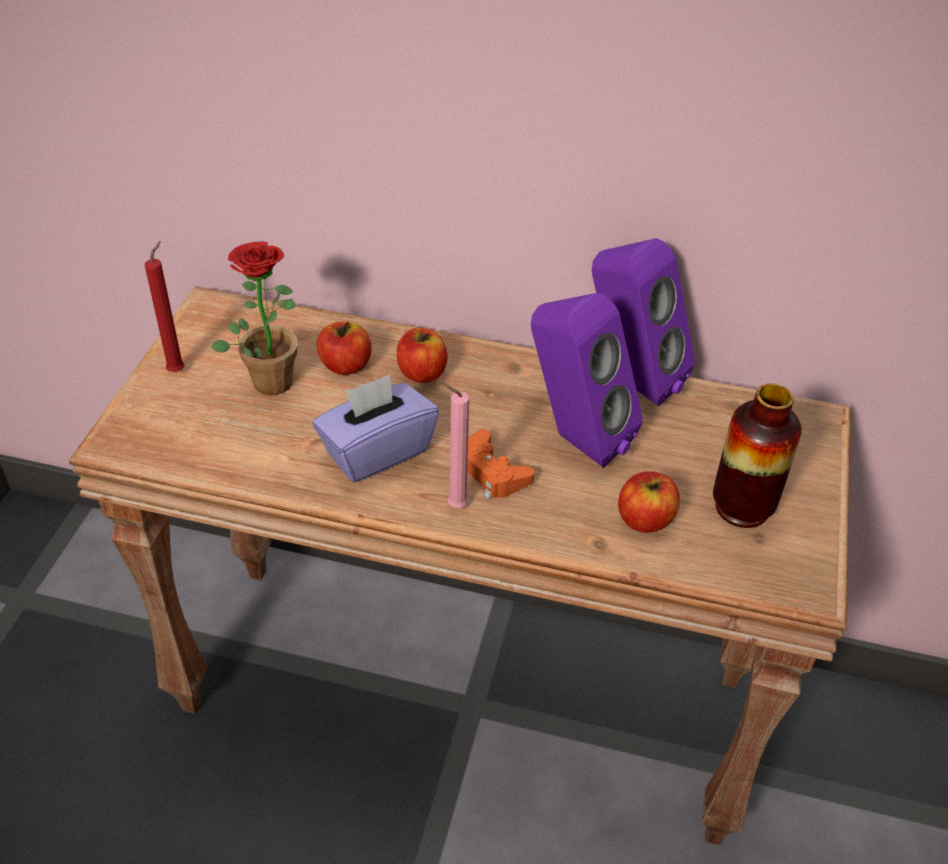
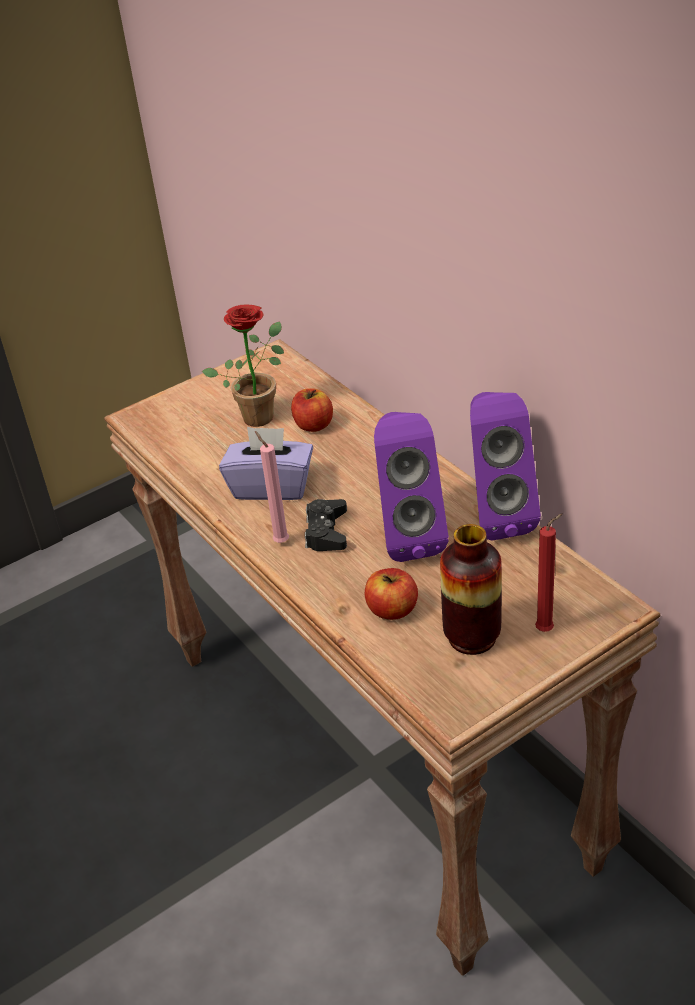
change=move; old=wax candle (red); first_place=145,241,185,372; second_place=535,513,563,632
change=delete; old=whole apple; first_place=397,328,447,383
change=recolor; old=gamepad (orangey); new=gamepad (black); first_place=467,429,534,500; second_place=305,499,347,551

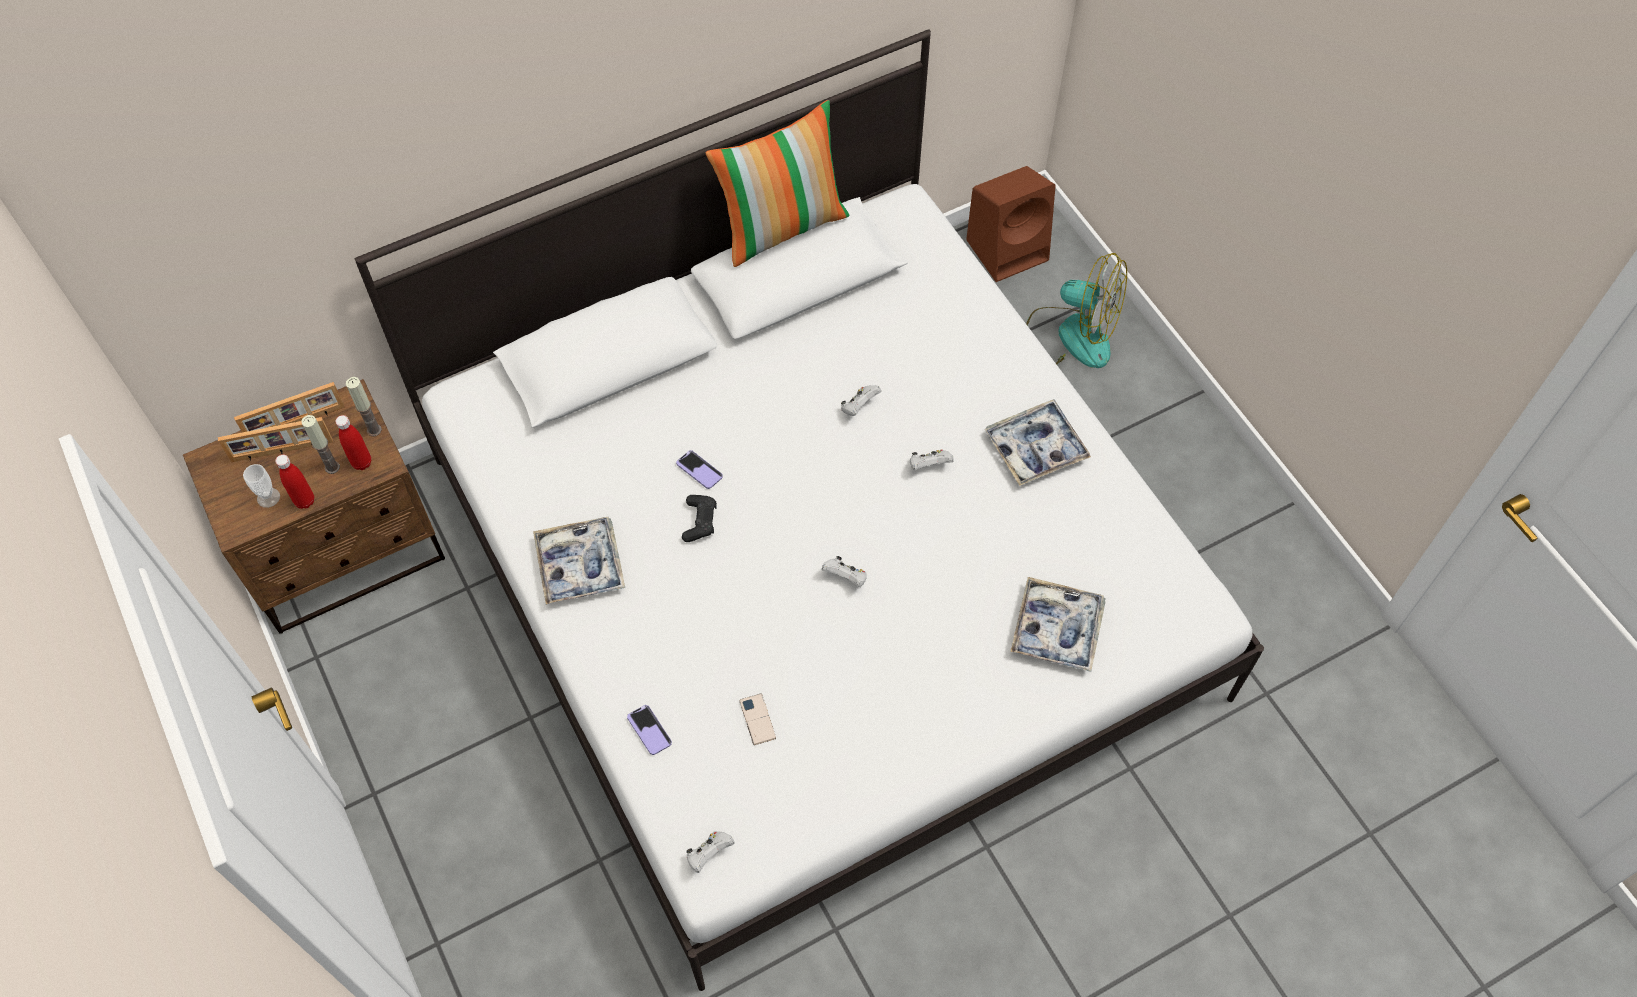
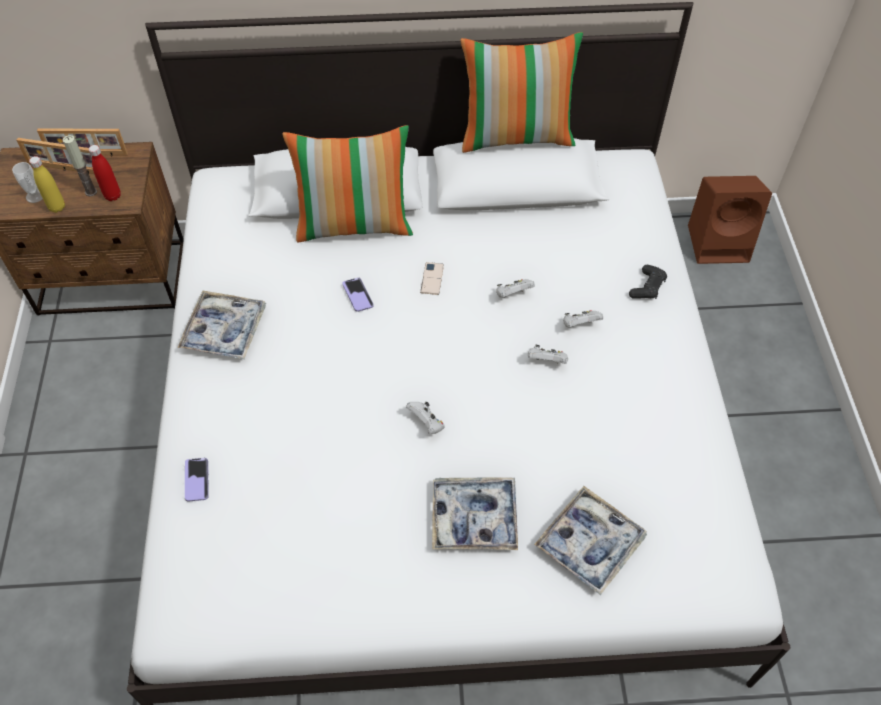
change=recolor; old=drink bottle (red); new=drink bottle (yellowish); first_place=275,455,314,509; second_place=29,156,65,213
change=delete; old=wax candle; first_place=346,377,382,436
change=move; old=gamepad (black); first_place=682,495,717,542; second_place=629,265,667,299
change=move; old=gamepad (white-coloured); first_place=686,831,735,873; second_place=563,310,603,327
change=move; old=handset; first_place=740,693,776,745; second_place=420,262,444,295
change=move; old=tray; first_place=985,399,1091,486; second_place=432,477,518,550
change=delete; old=cooling fan; first_place=1026,253,1127,368
change=insert; new=cushion; second_place=282,125,413,243

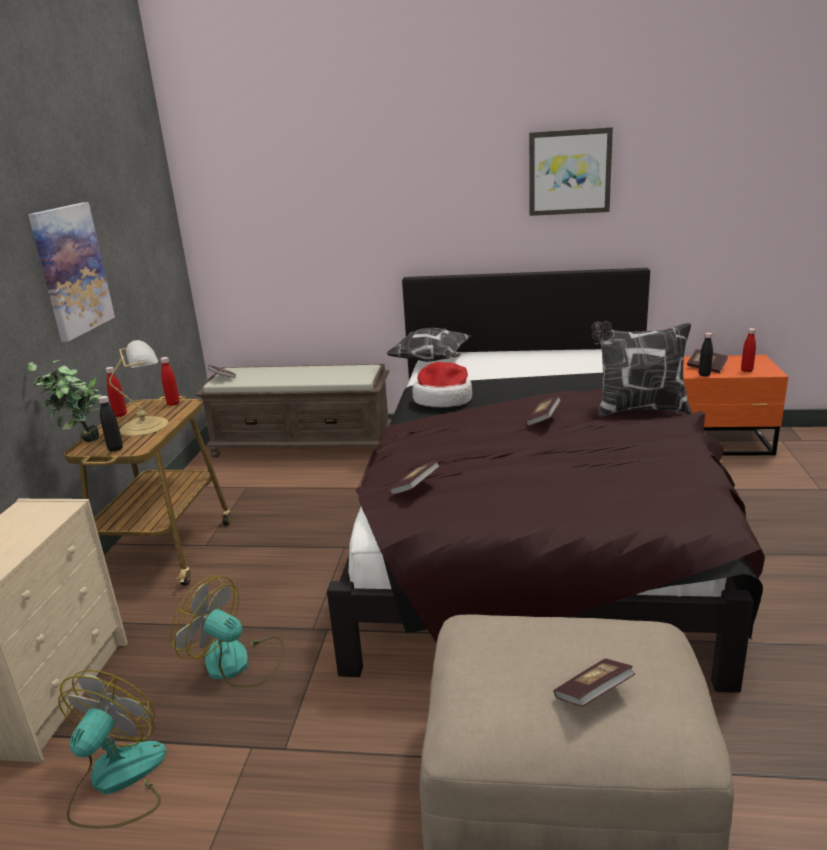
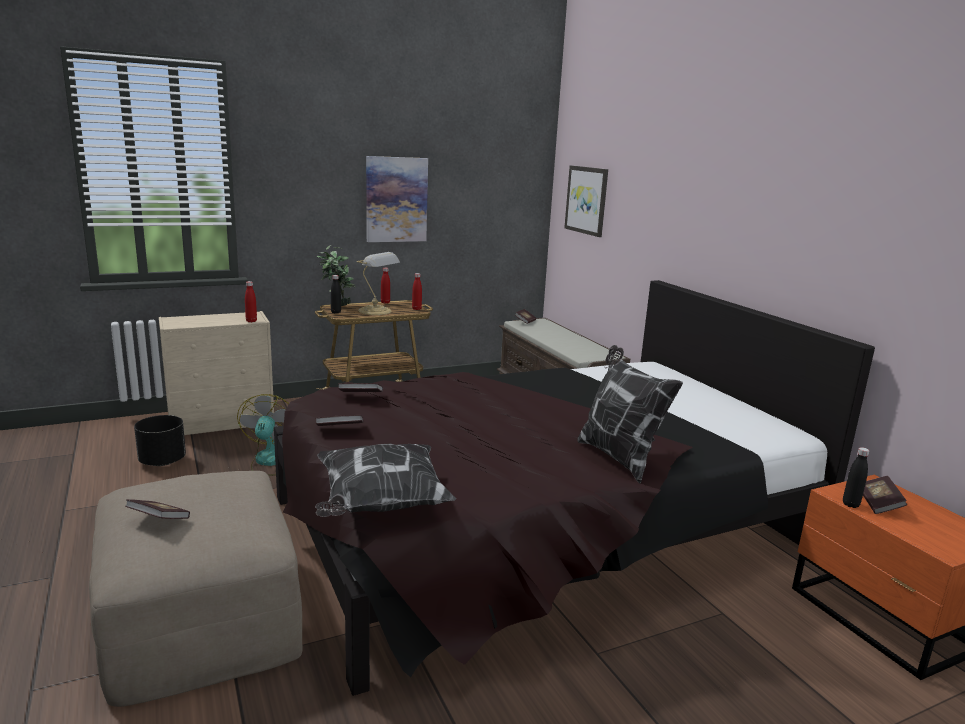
change=replace; old=cooling fan; new=planter (black); first_place=58,670,167,829; second_place=134,415,186,466
change=move; old=cushion; first_place=386,328,471,362; second_place=315,443,456,517
change=delete; old=hat; first_place=412,362,472,407
change=move; old=book; first_place=526,396,561,426; second_place=315,415,364,426
change=move; old=wall picture; first_place=529,127,613,216; second_place=564,165,608,237
change=move; old=drink bottle (red); first_place=741,328,756,372; second_place=245,281,257,322

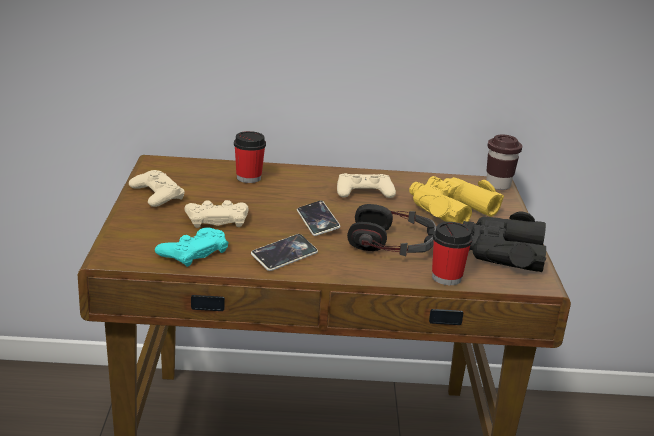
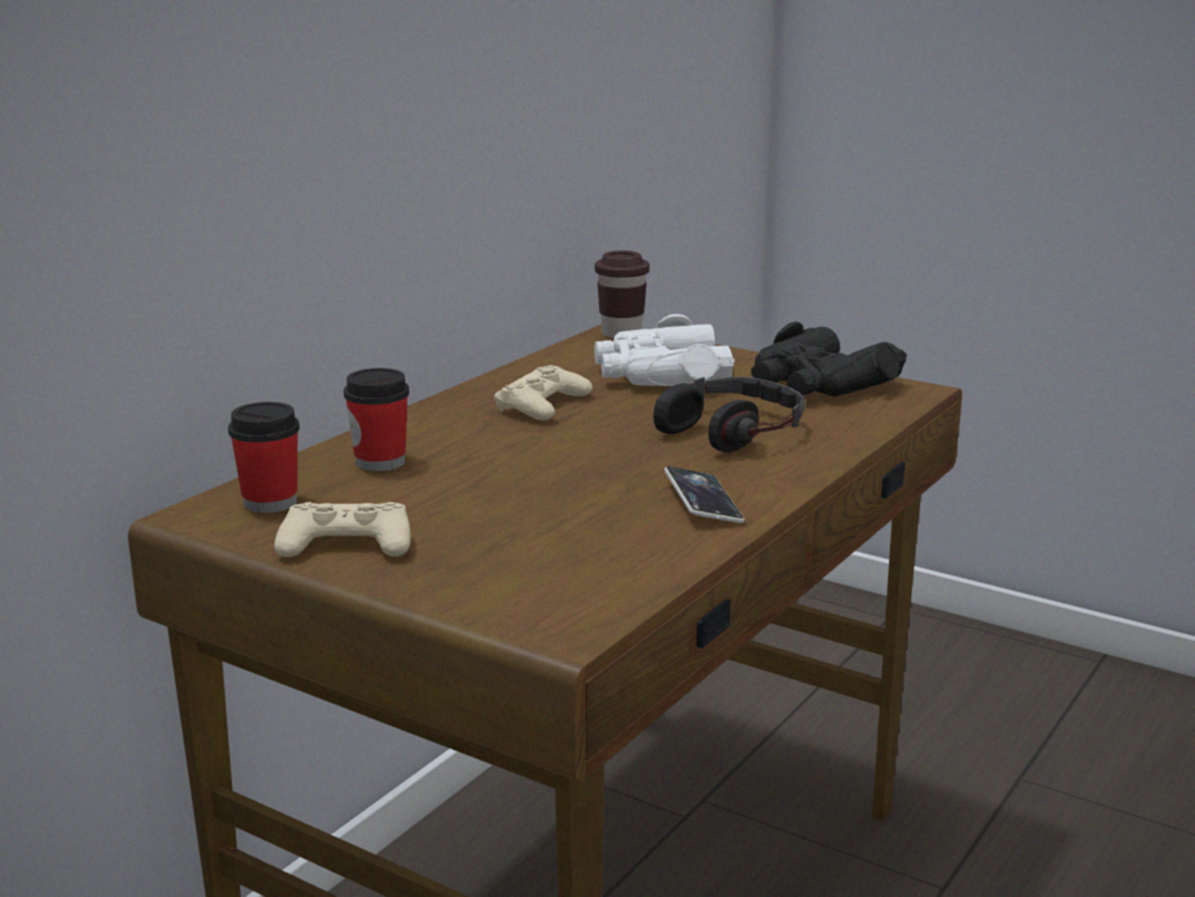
change=delete; old=gamepad (turquoise-coloured); first_place=155,228,229,267
change=delete; old=gamepad (beige); first_place=184,200,249,228
change=delete; old=handset; first_place=297,201,340,236
change=recolor; old=field glasses (yellowish); new=field glasses (white-coloured); first_place=409,176,504,224; second_place=594,314,735,386
change=move; old=cup; first_place=432,222,473,285; second_place=228,402,300,513

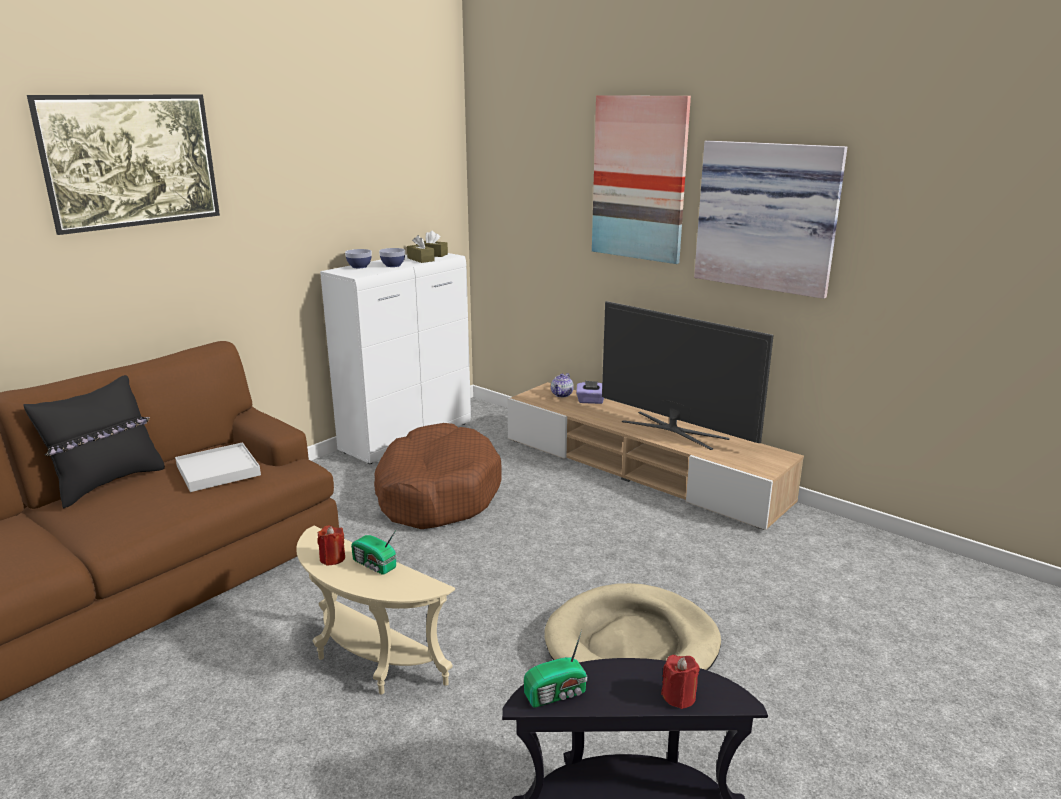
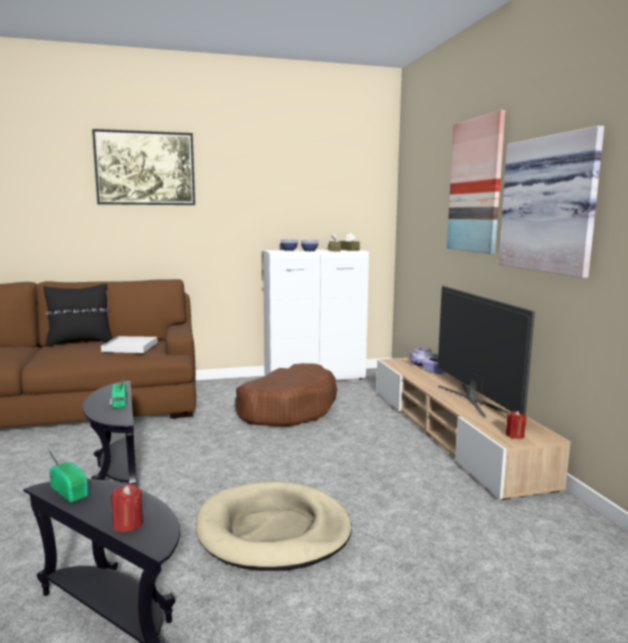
change=recolor; old=end table (beige); new=end table (black); first_place=296,526,455,695; second_place=82,381,137,488
change=move; old=wax candle (red); first_place=317,526,345,566; second_place=506,411,527,439
change=rotate; old=radio; first_place=524,630,587,708; second_place=45,444,88,502; degrees=-150

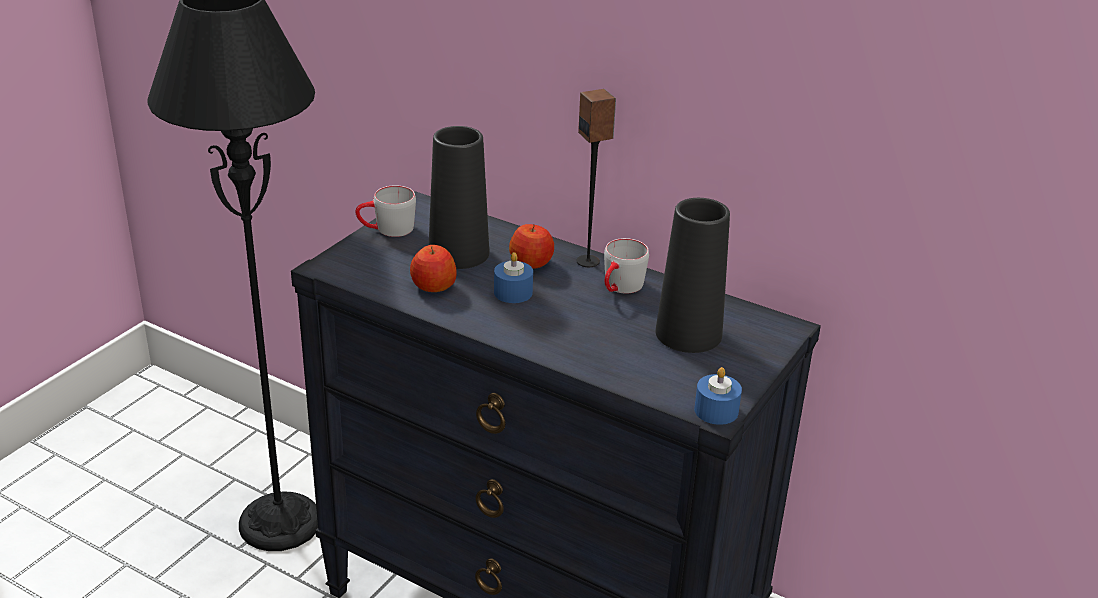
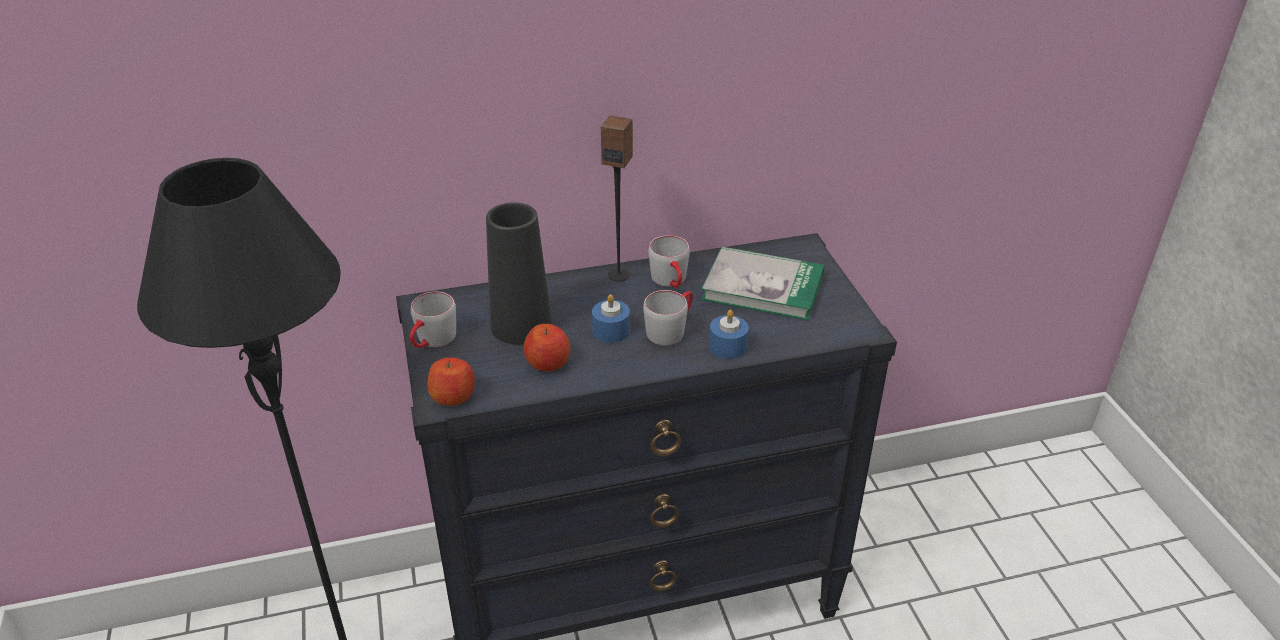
change=move; old=whole apple; first_place=509,224,554,269; second_place=427,357,475,406
change=replace; old=vase (black); new=book; first_place=655,198,730,353; second_place=701,247,824,320
change=move; old=wax candle (bluish); first_place=694,367,742,425; second_place=709,310,749,359
change=insert; new=tea mug (greyish); second_place=643,290,693,346

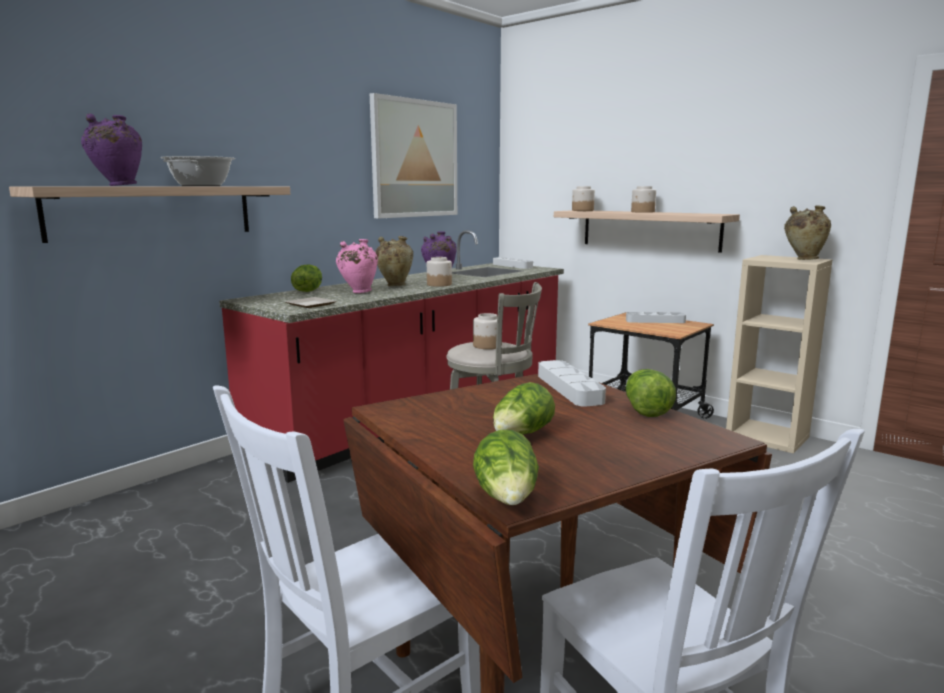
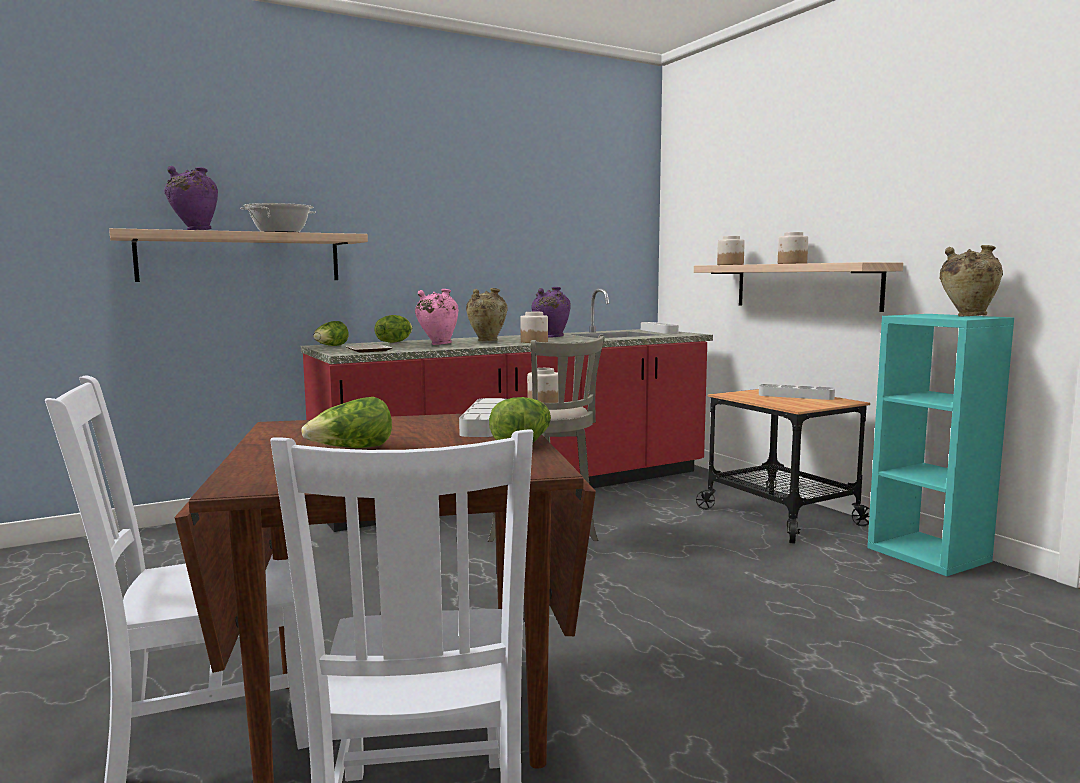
change=delete; old=wall picture; first_place=370,93,457,218
change=move; old=head of lettuce; first_place=473,430,539,505; second_place=313,321,348,346
change=recolor; old=bookshelf (beige); new=bookshelf (turquoise-coloured); first_place=726,255,832,454; second_place=867,314,1014,576

